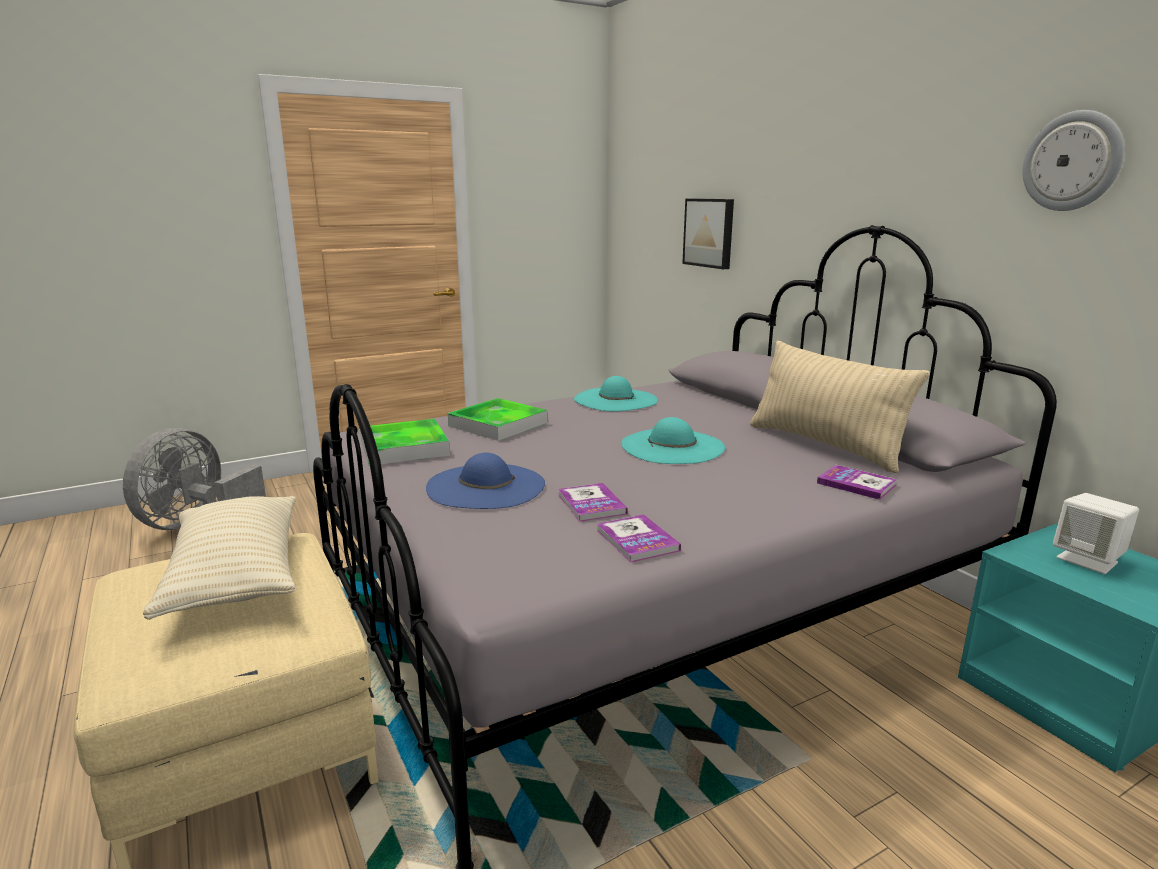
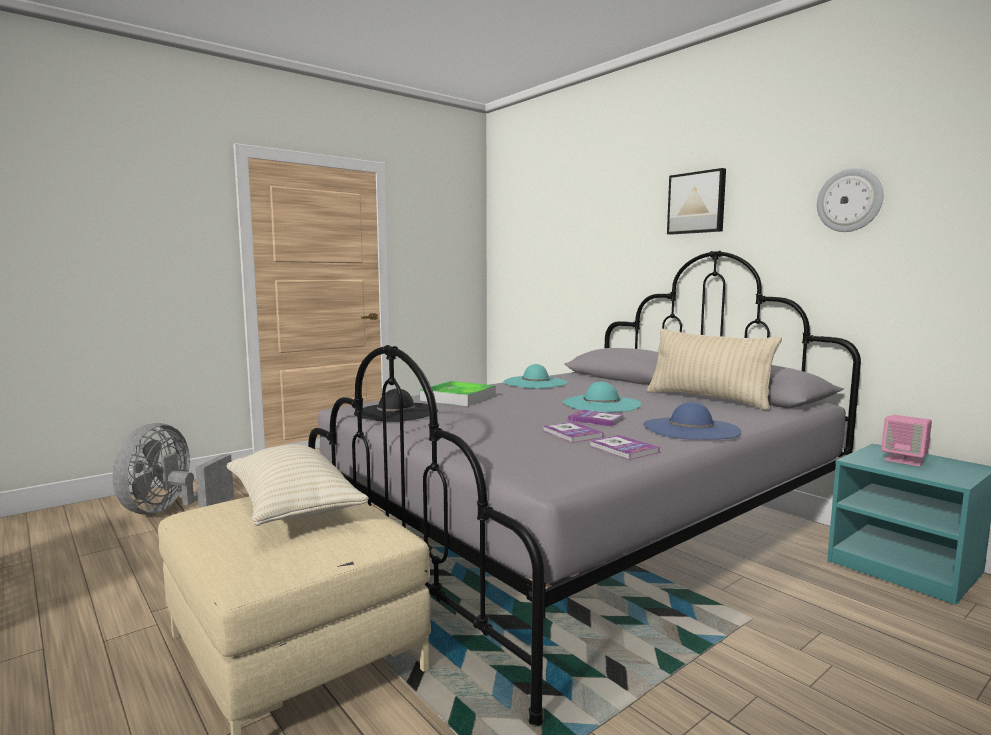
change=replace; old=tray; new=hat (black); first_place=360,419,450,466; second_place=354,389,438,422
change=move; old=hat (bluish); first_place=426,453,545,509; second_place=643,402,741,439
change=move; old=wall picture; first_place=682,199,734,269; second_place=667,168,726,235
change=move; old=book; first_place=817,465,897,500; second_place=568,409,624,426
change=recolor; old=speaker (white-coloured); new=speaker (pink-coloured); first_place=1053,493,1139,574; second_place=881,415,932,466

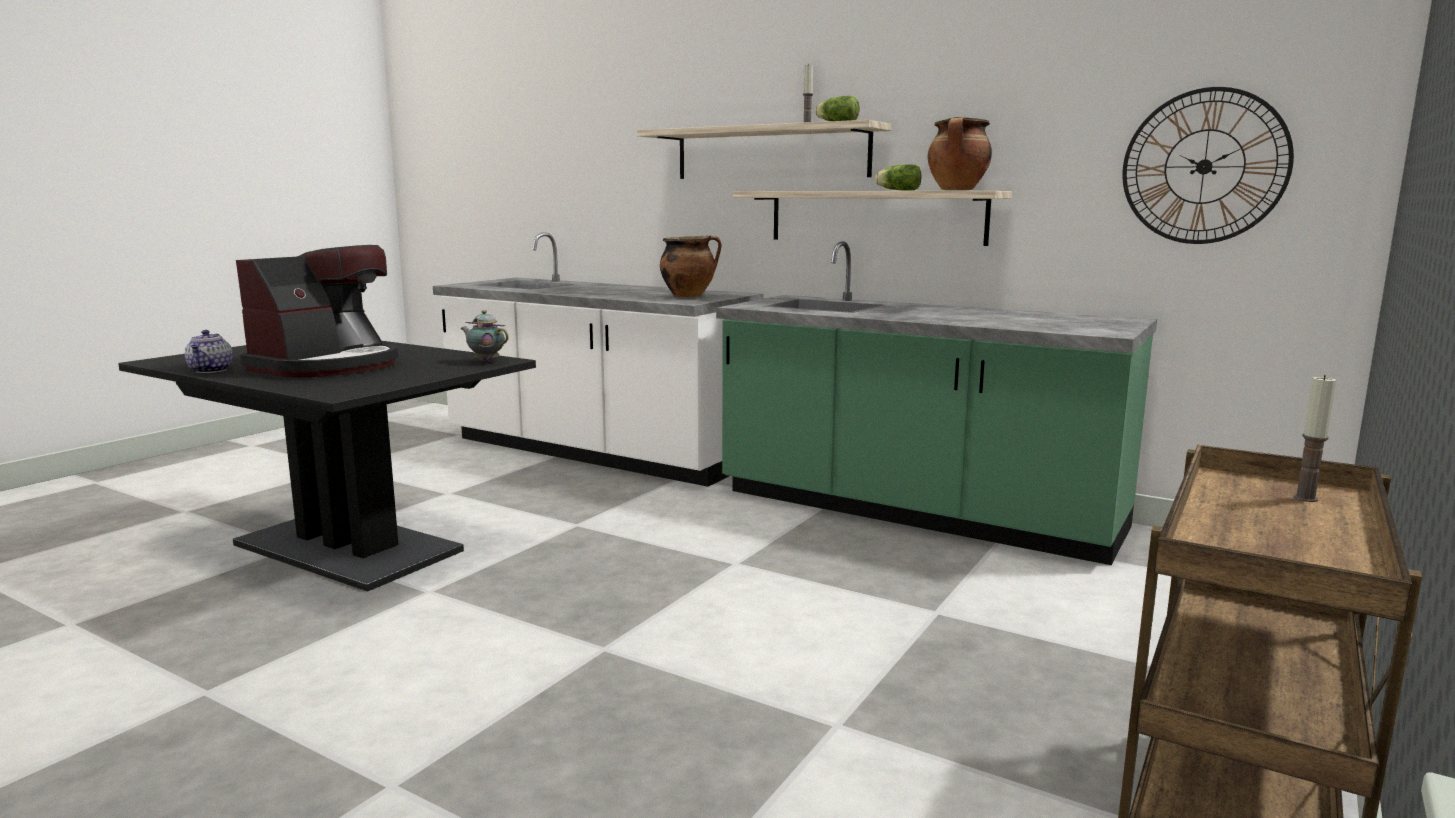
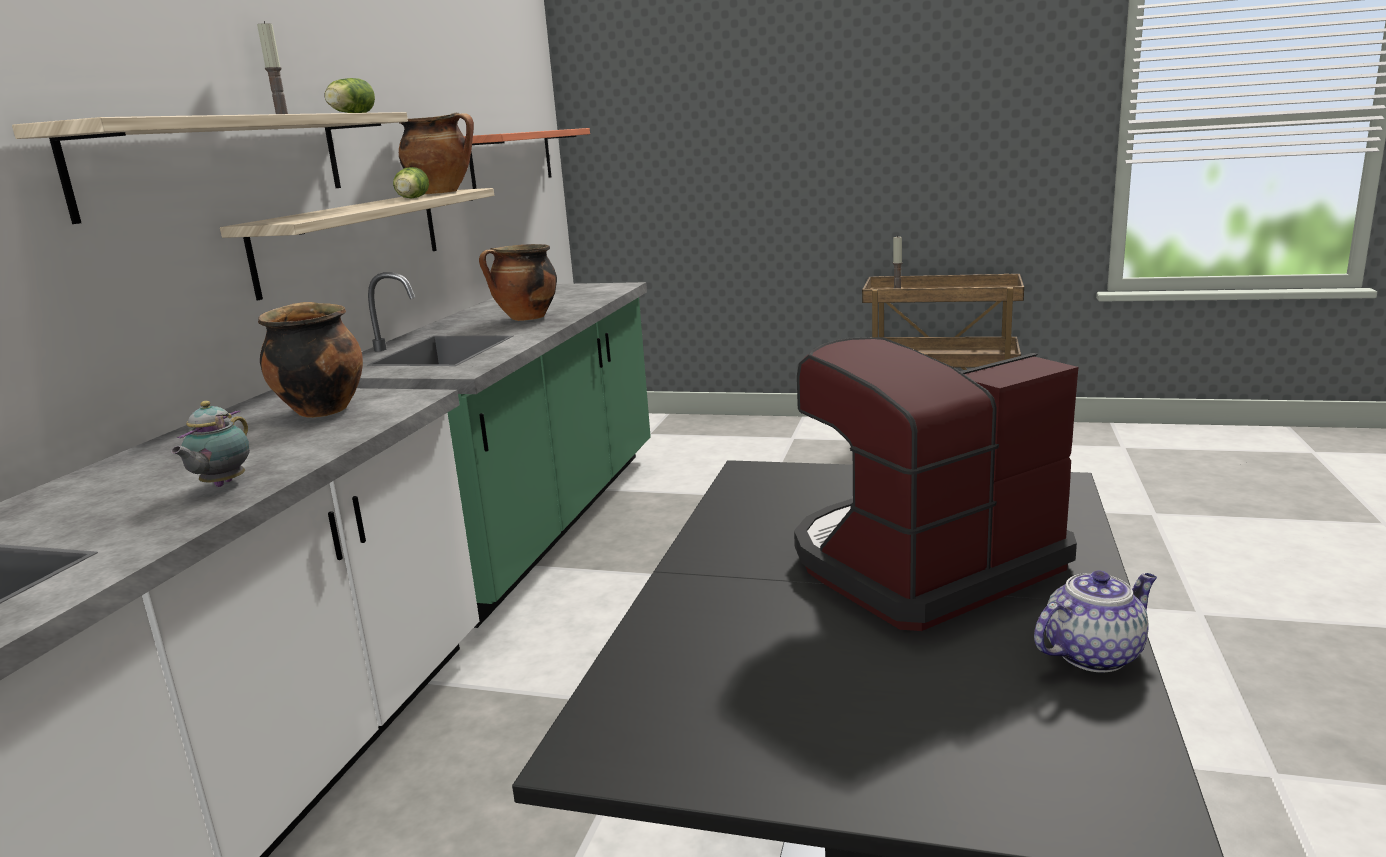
change=rotate; old=coffee maker; first_place=236,245,399,377; second_place=794,337,1078,631; degrees=-45
change=move; old=tea pot; first_place=460,310,509,362; second_place=171,401,250,487
change=replace; old=wall clock; new=shelf; first_place=1122,87,1294,244; second_place=464,128,590,189
change=insert; new=stockpot; second_place=479,244,557,321

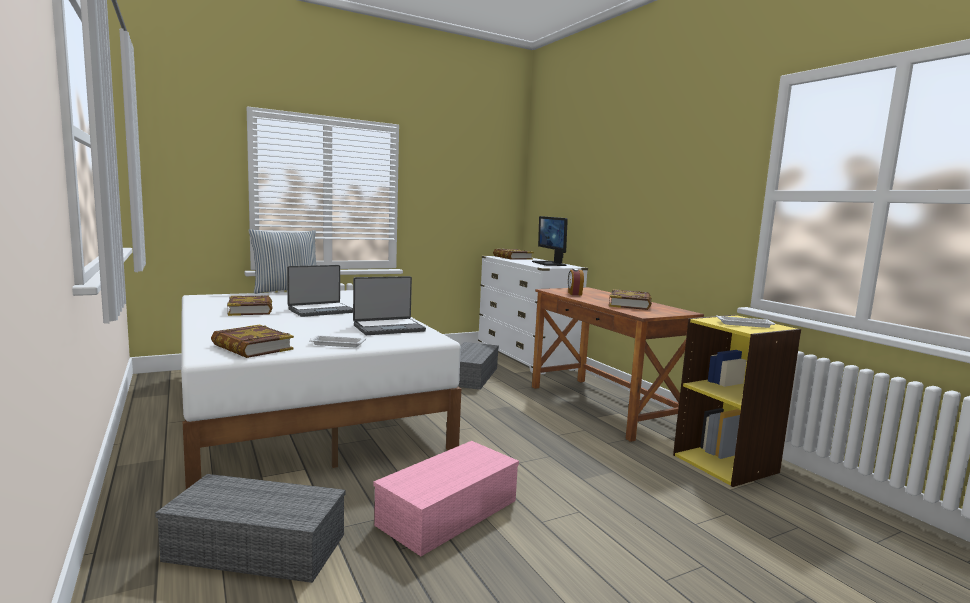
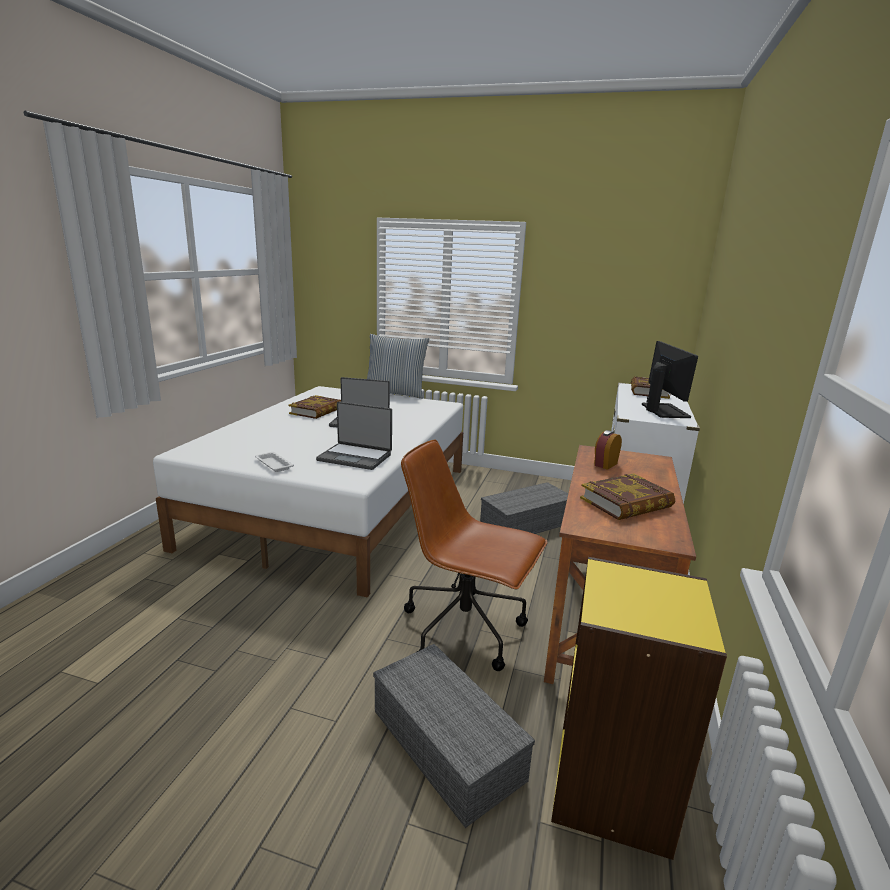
change=move; old=storage bin (greyish); first_place=155,474,345,583; second_place=373,644,535,828
change=delete; old=book; first_place=211,325,294,358
change=delete; old=storage bin (pink-coloured); first_place=373,441,519,556
change=rotate; old=computer screen; first_place=532,216,568,266; second_place=642,341,698,418; degrees=150
change=delete; old=tray (white-coloured); first_place=716,315,775,328
change=insert; new=desk chair (brown); second_place=401,440,548,671

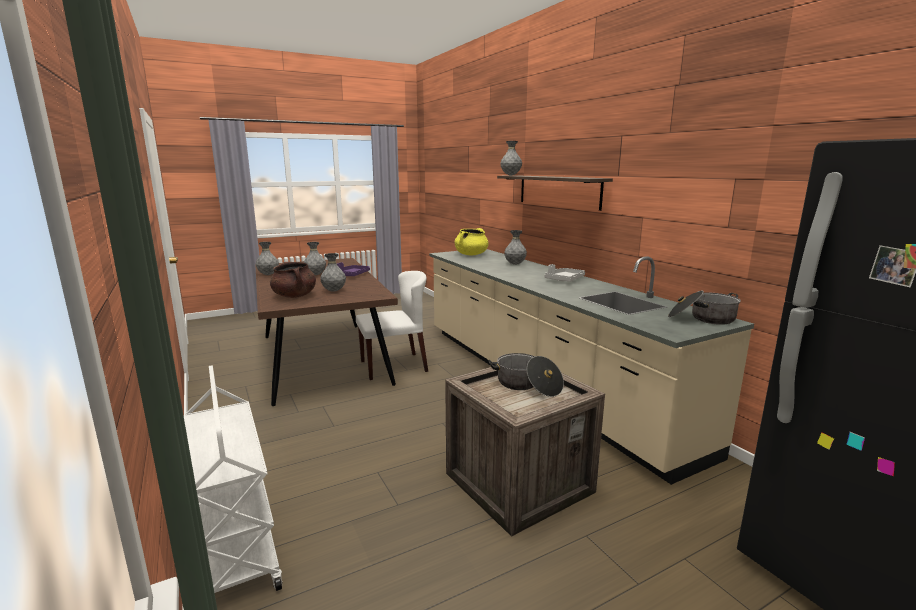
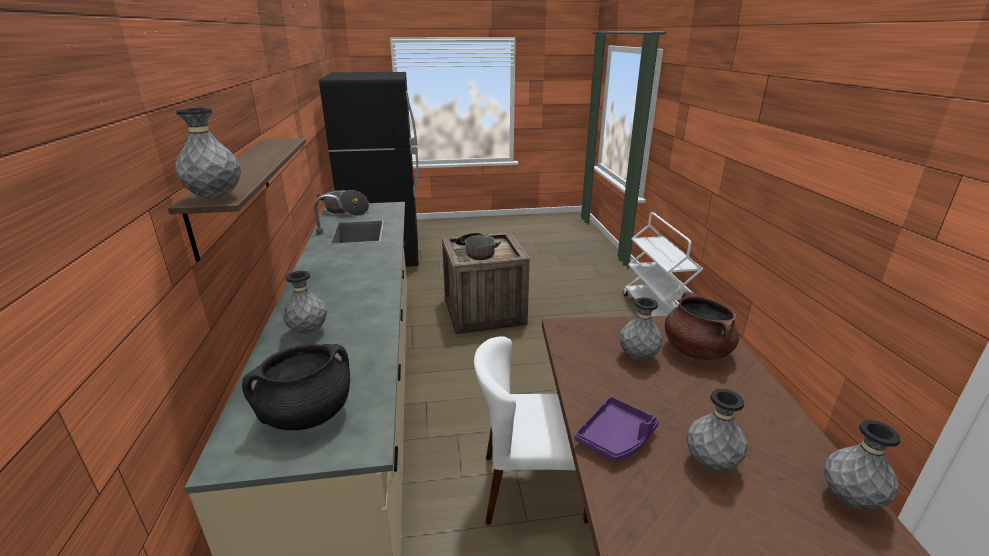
change=recolor; old=stockpot (yellowish); new=stockpot (black); first_place=455,228,489,255; second_place=242,343,350,430
change=delete; old=tray (greyish); first_place=544,264,585,282

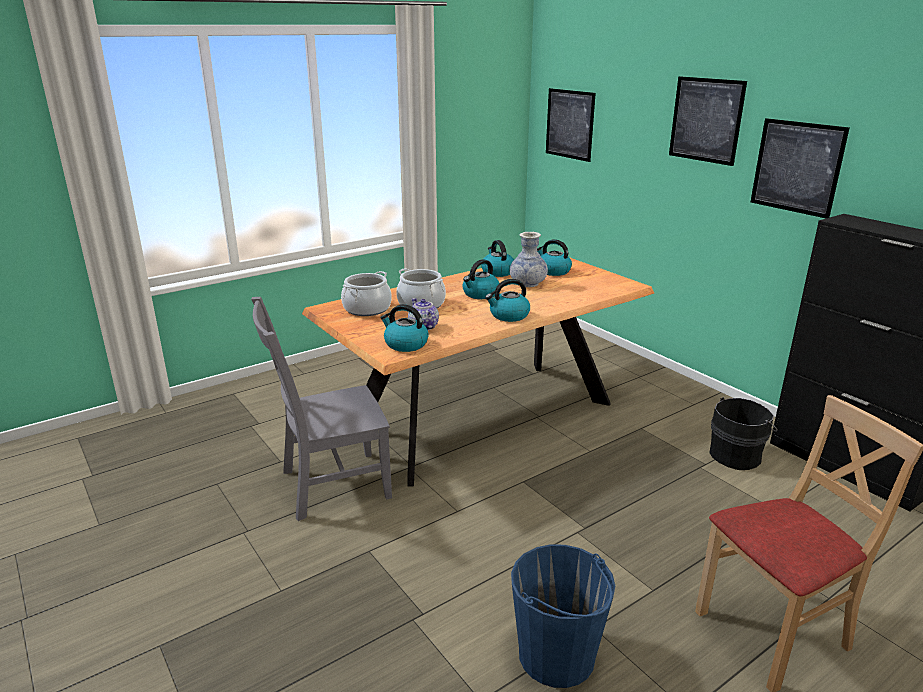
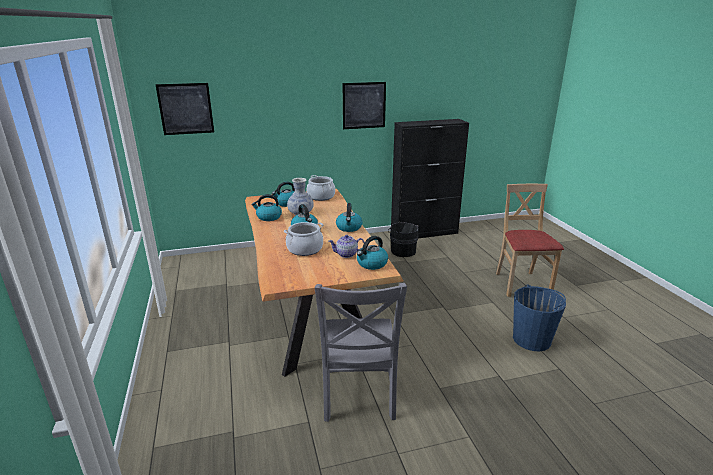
change=move; old=stockpot; first_place=341,271,392,316; second_place=307,175,335,201
change=delete; old=wall picture; first_place=669,76,747,166

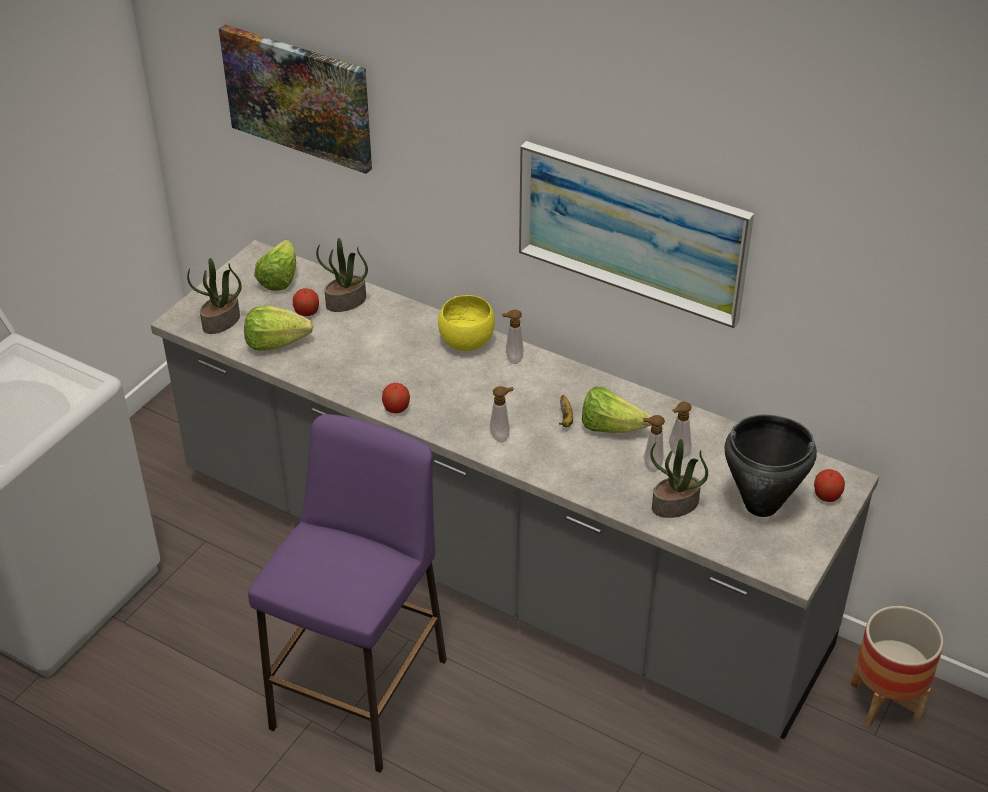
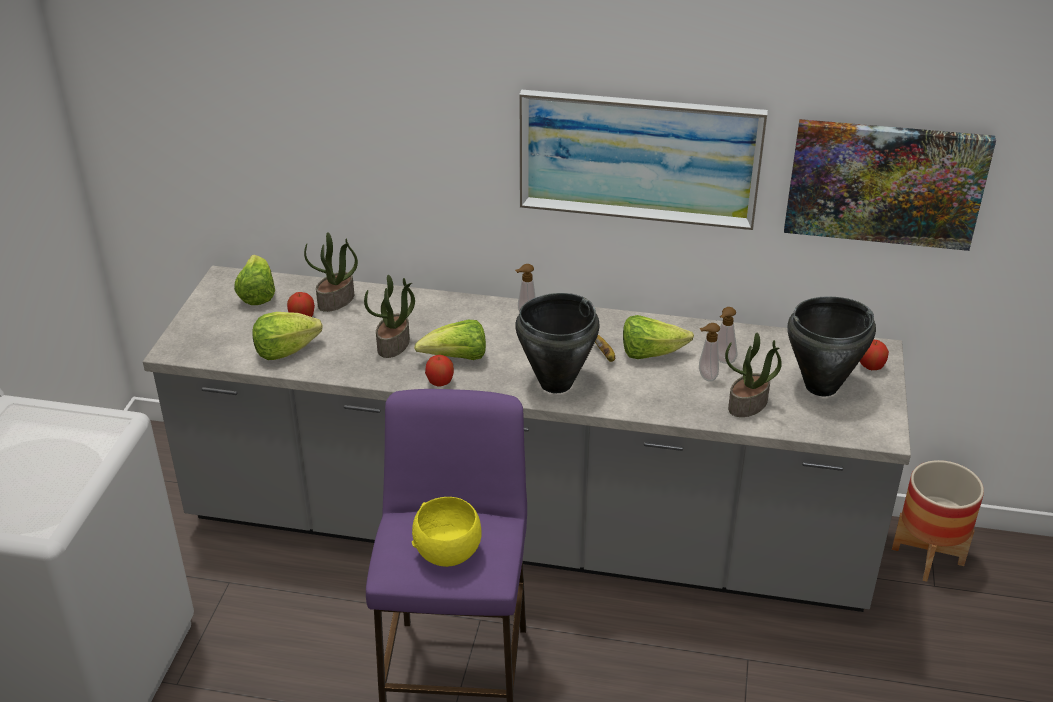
change=move; old=houseplant; first_place=187,258,242,334; second_place=364,275,415,358
change=move; old=wall picture; first_place=219,25,372,174; second_place=784,119,996,251
change=move; old=bowl (yellowish); first_place=438,295,495,351; second_place=412,497,481,567
change=replace; old=soap bottle; new=stockpot (black); first_place=490,386,514,443; second_place=516,293,599,393
change=insert; new=head of lettuce; second_place=414,320,486,360

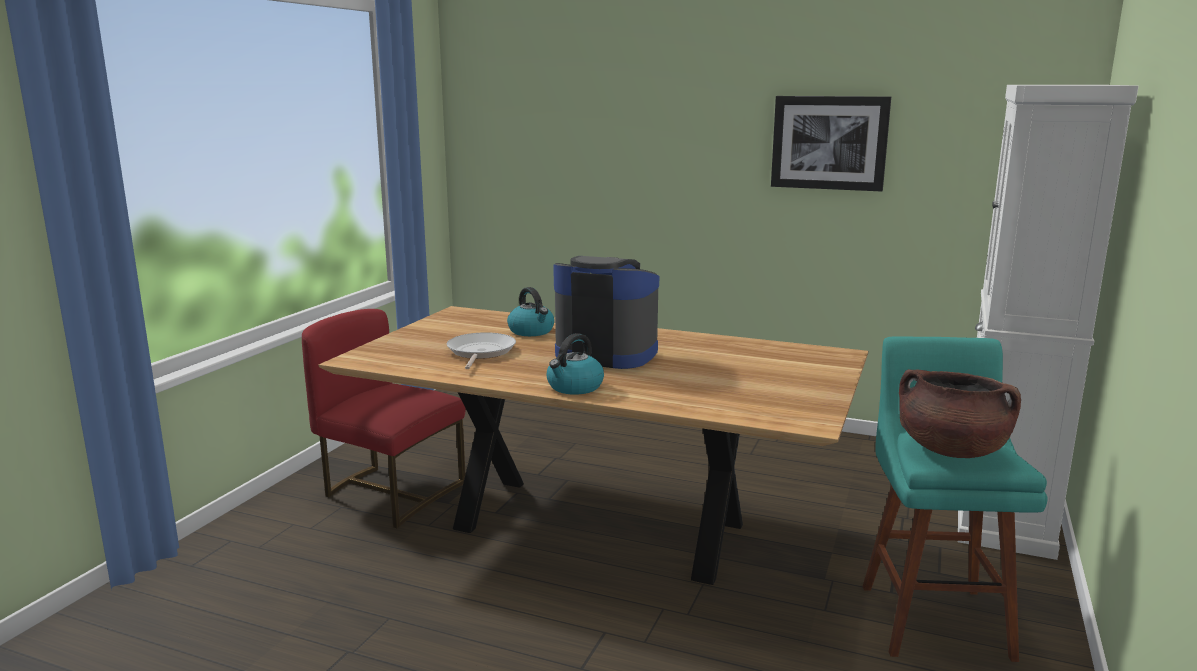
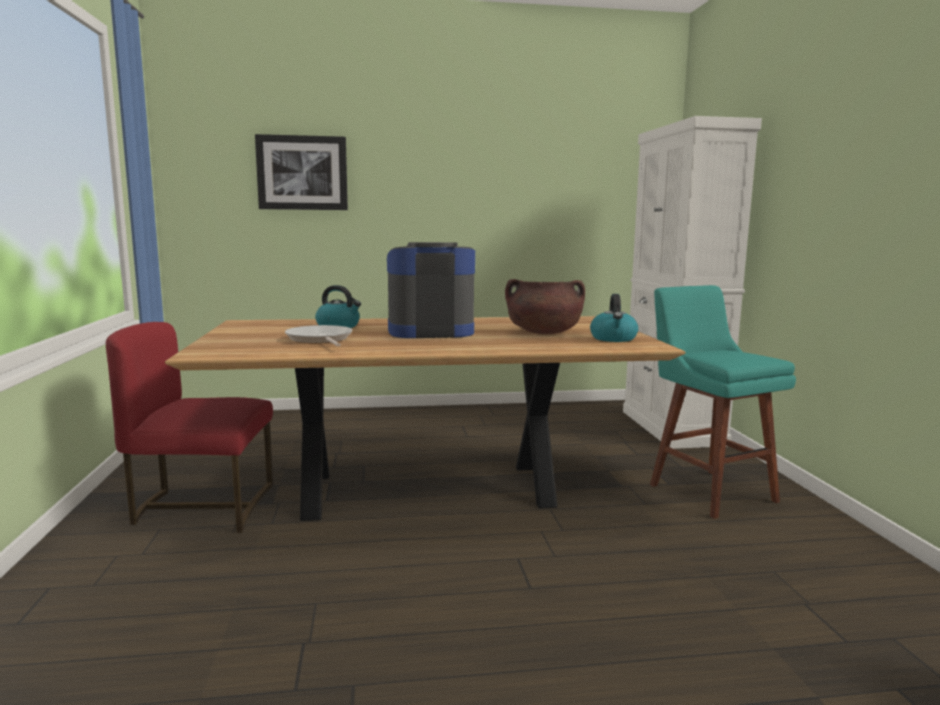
change=move; old=kettle; first_place=547,333,604,395; second_place=590,294,638,342
change=move; old=wall picture; first_place=771,96,891,192; second_place=255,134,348,210
change=move; old=stockpot (brown); first_place=899,369,1021,458; second_place=505,279,585,334

